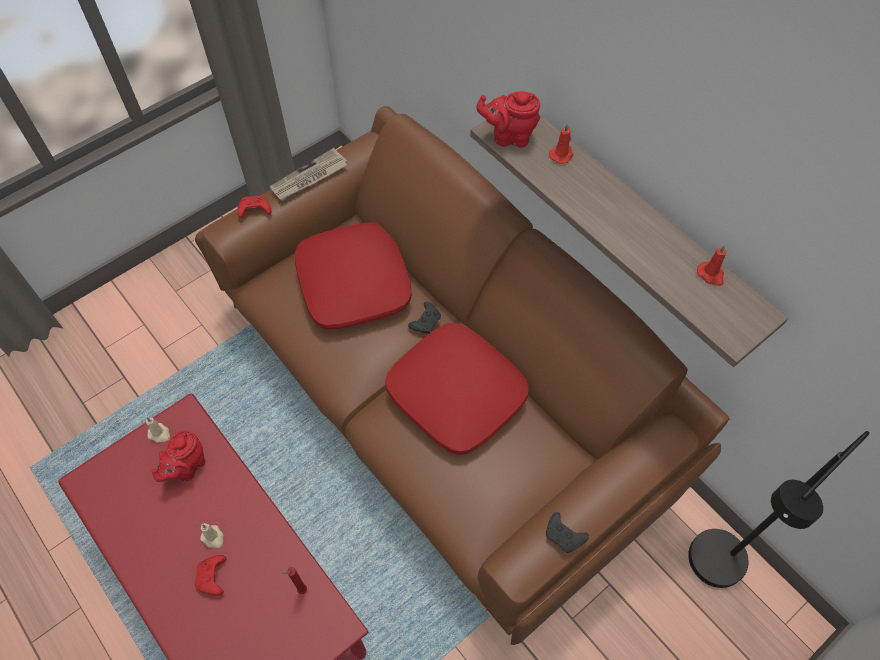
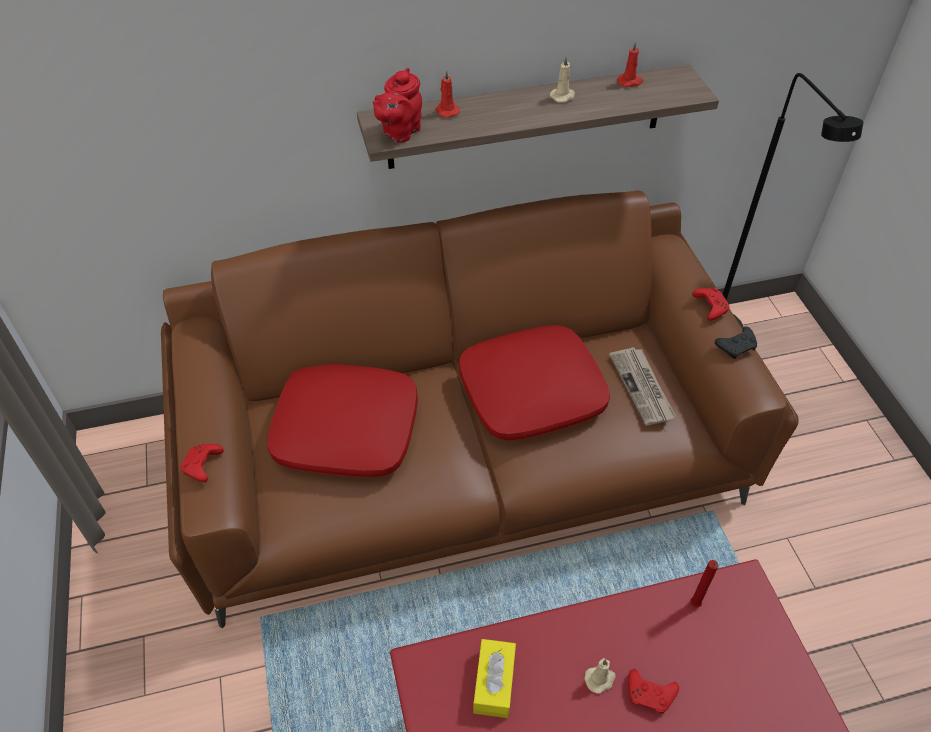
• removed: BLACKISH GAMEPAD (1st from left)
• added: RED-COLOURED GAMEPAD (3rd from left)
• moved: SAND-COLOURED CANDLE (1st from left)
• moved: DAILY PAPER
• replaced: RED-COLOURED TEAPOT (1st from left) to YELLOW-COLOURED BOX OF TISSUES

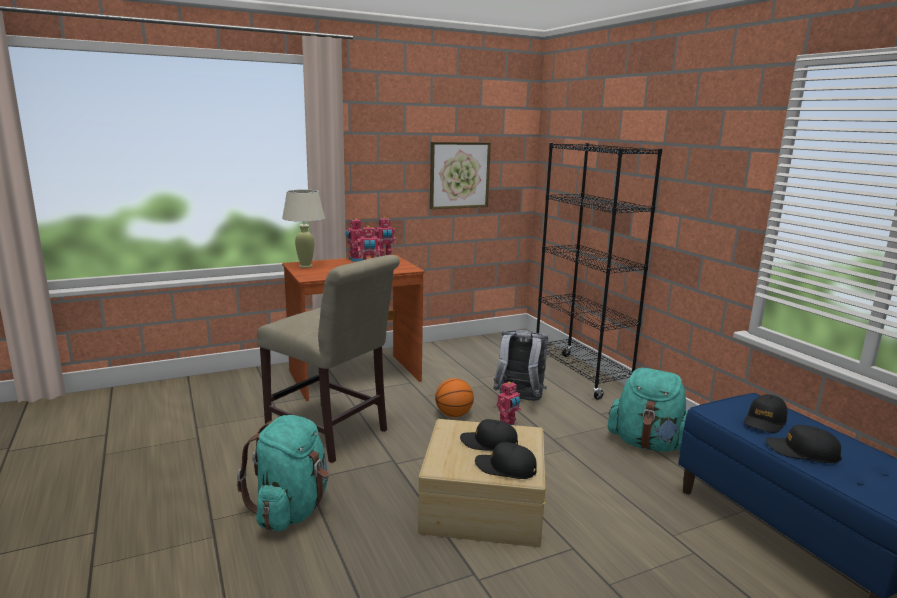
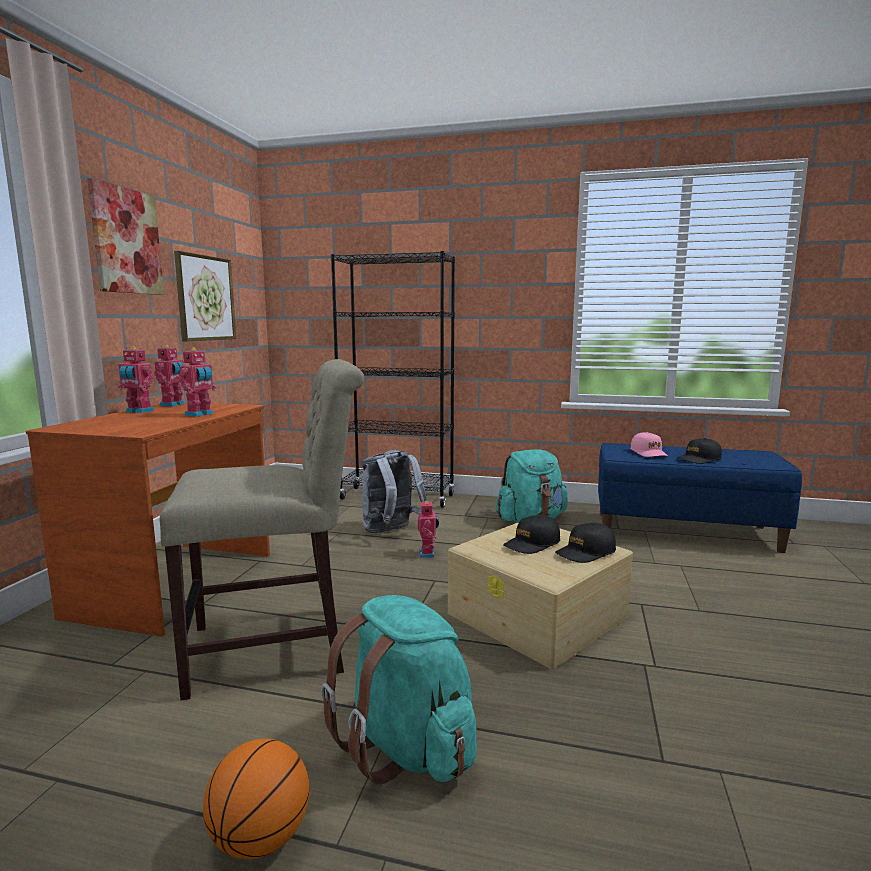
• removed: SAND-COLOURED LAMP FOR A TABLE
• added: WALL PICTURE (1st from left)
• moved: BASKETBALL
• recoloured: BLACKISH BASEBALL CAP (3rd from left) to PINKISH BASEBALL CAP

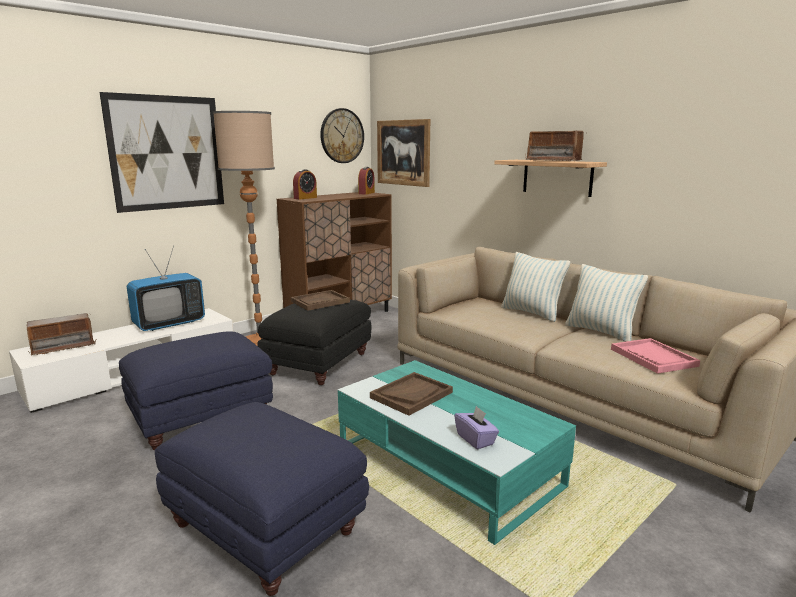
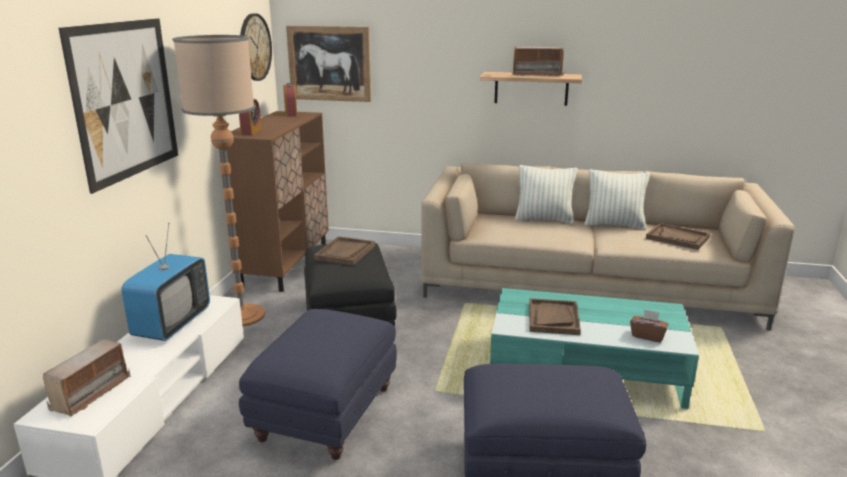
• recoloured: PURPLE-COLOURED BOX OF TISSUES to BROWN-COLOURED BOX OF TISSUES
• recoloured: PINKISH SERVING TRAY to BROWN-COLOURED SERVING TRAY (3rd from left)

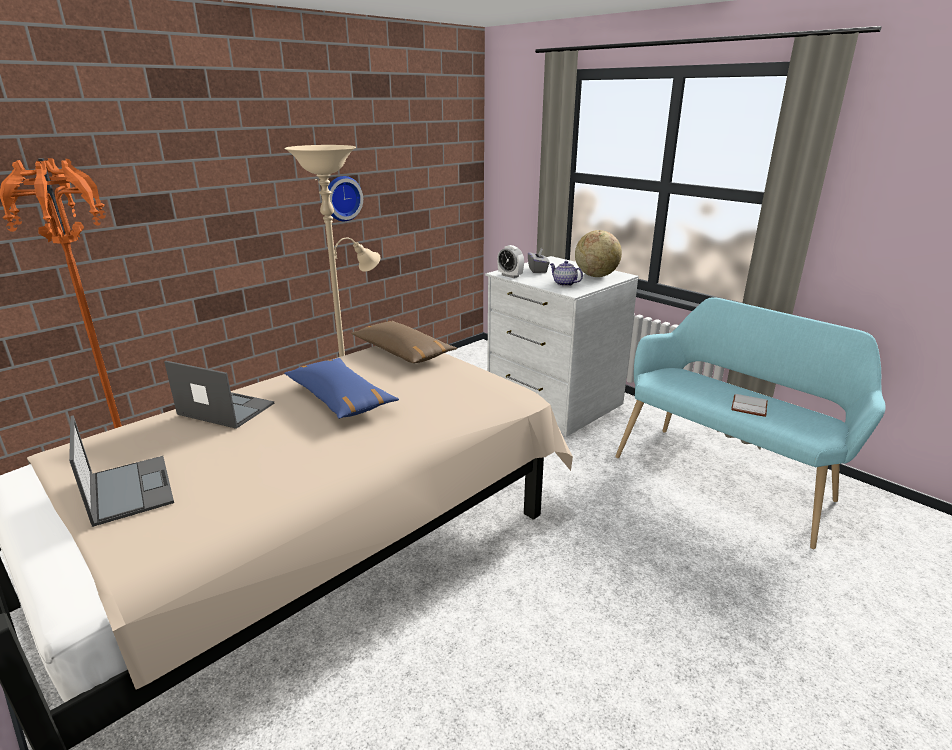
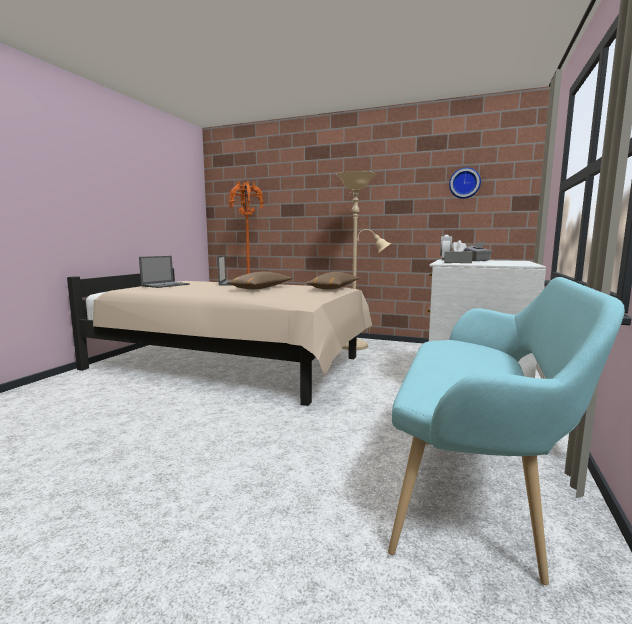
• removed: WORLD GLOBE
• removed: WHITE-COLOURED VOLUME
• moved: CLOCK ON THE WALL
• replaced: TEAPOT to GREY BOX OF TISSUES (1st from left)
• recoloured: BLUISH PILLOW to BROWN-COLOURED PILLOW (1st from left)

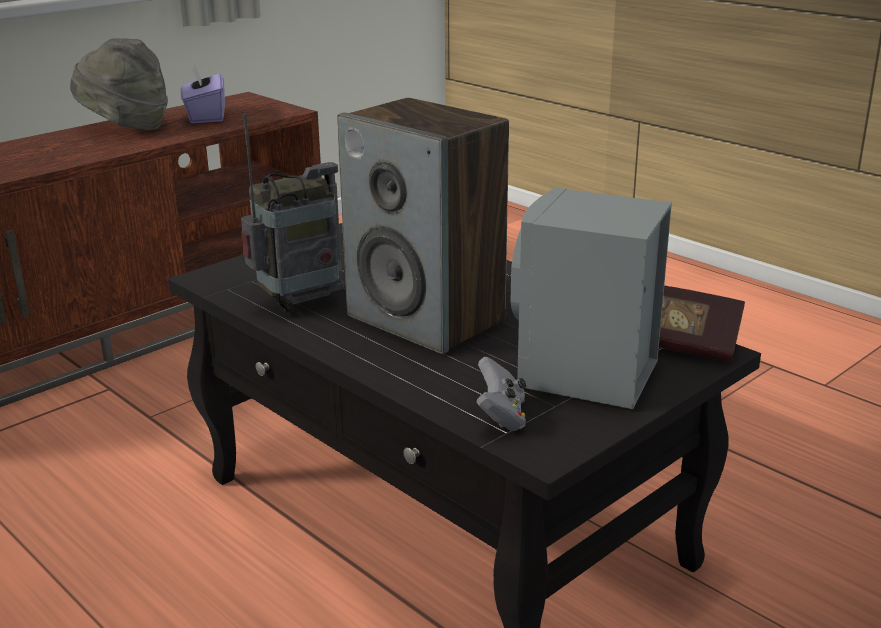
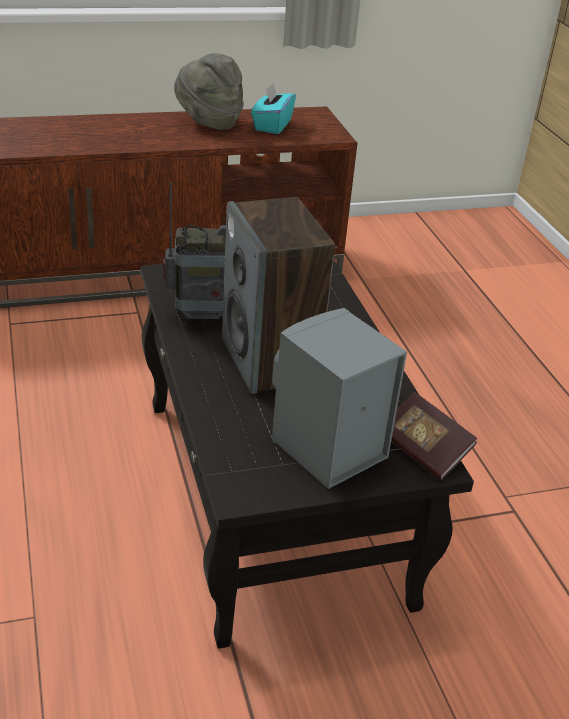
• removed: GREY GAMEPAD
• recoloured: PURPLE-COLOURED BOX OF TISSUES to BLUE-GREEN BOX OF TISSUES

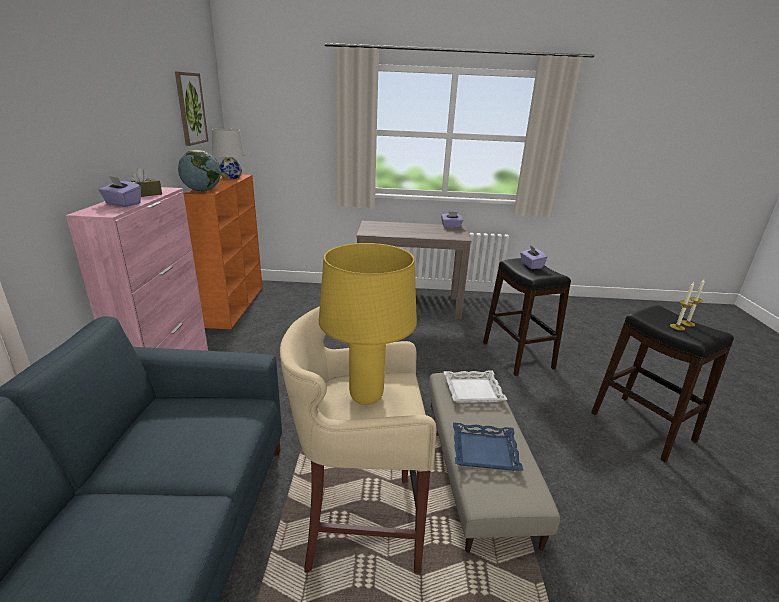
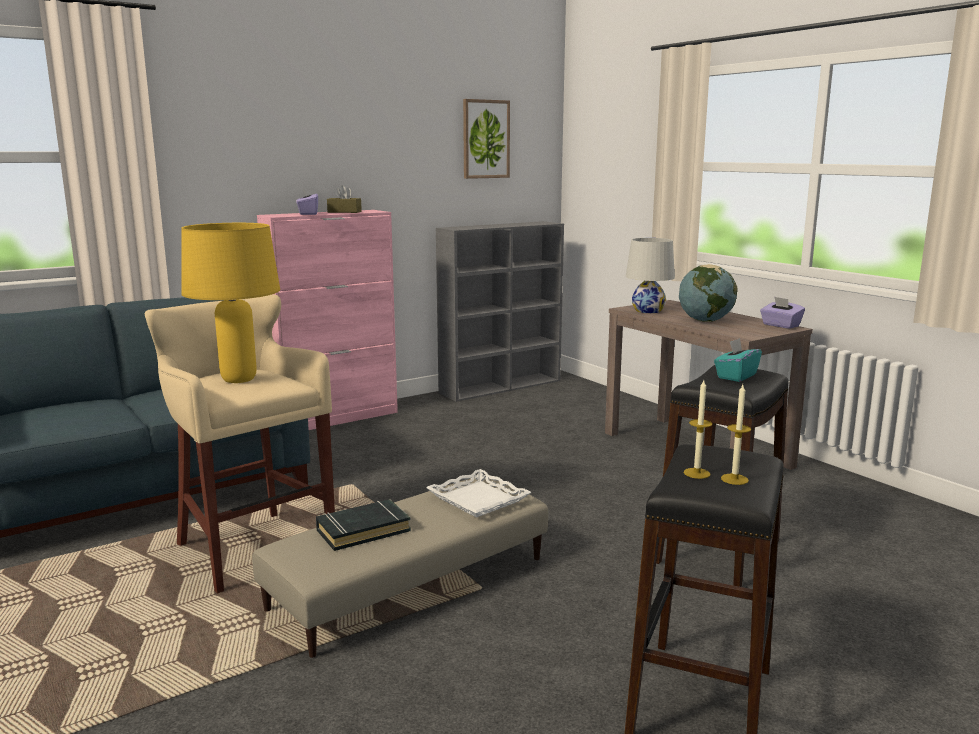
• moved: WORLD GLOBE
• moved: WHITE-COLOURED LAMP FOR A TABLE
• replaced: BLUISH SERVING TRAY to BLACKISH VOLUME
• recoloured: ORANGE SHELVING UNIT to GREY SHELVING UNIT
• recoloured: PURPLE-COLOURED BOX OF TISSUES (3rd from left) to BLUE-GREEN BOX OF TISSUES

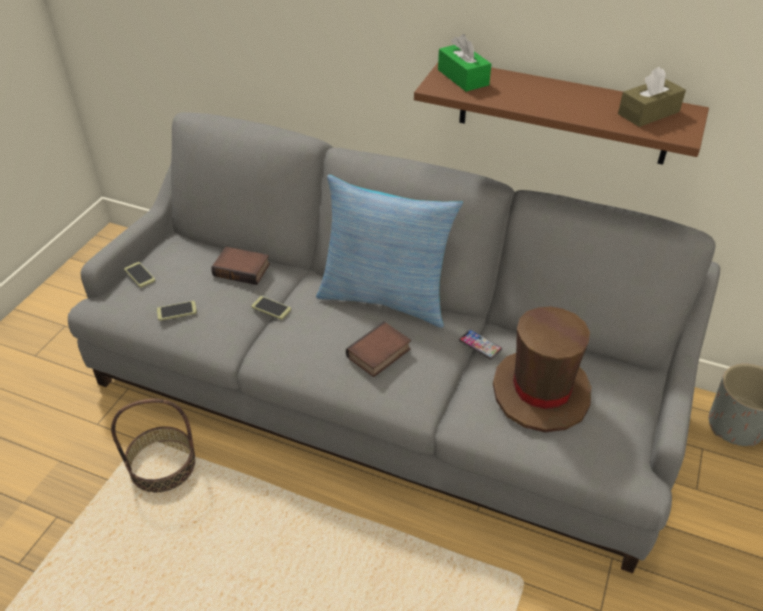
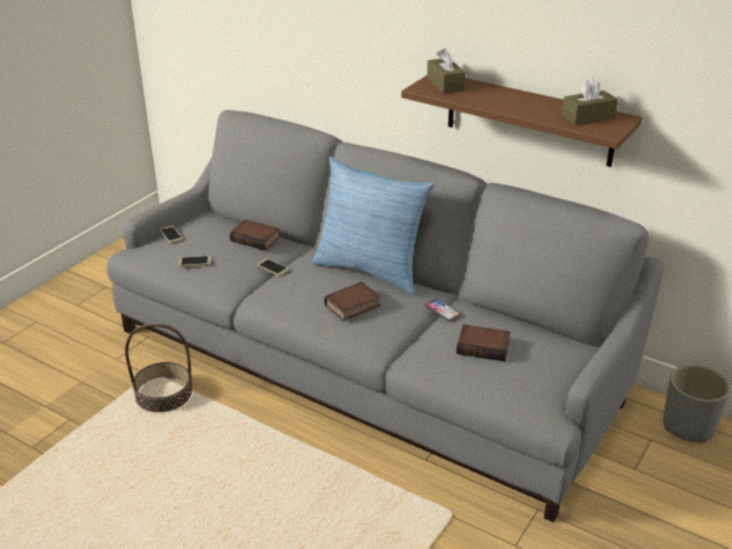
• replaced: BROWN-COLOURED HAT to VOLUME (3rd from left)
• recoloured: GREEN-COLOURED BOX OF TISSUES to BROWN-COLOURED BOX OF TISSUES (1st from left)

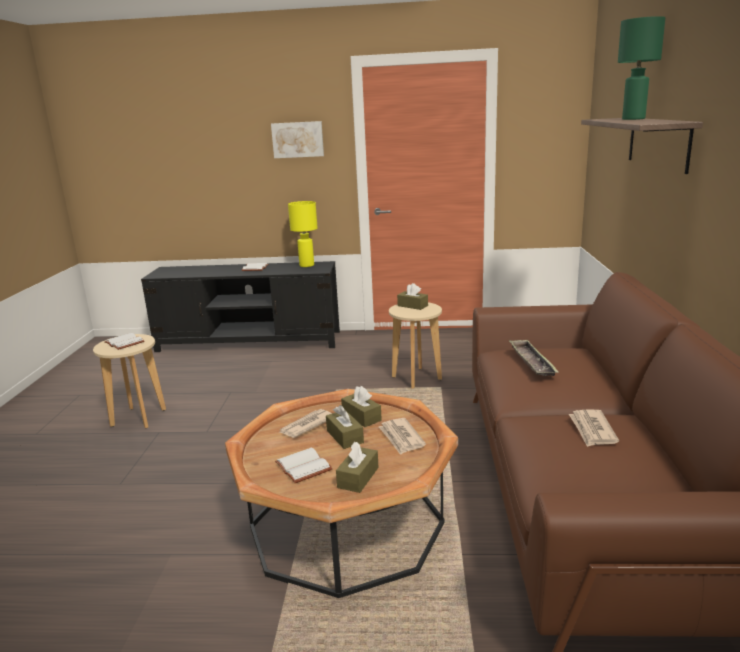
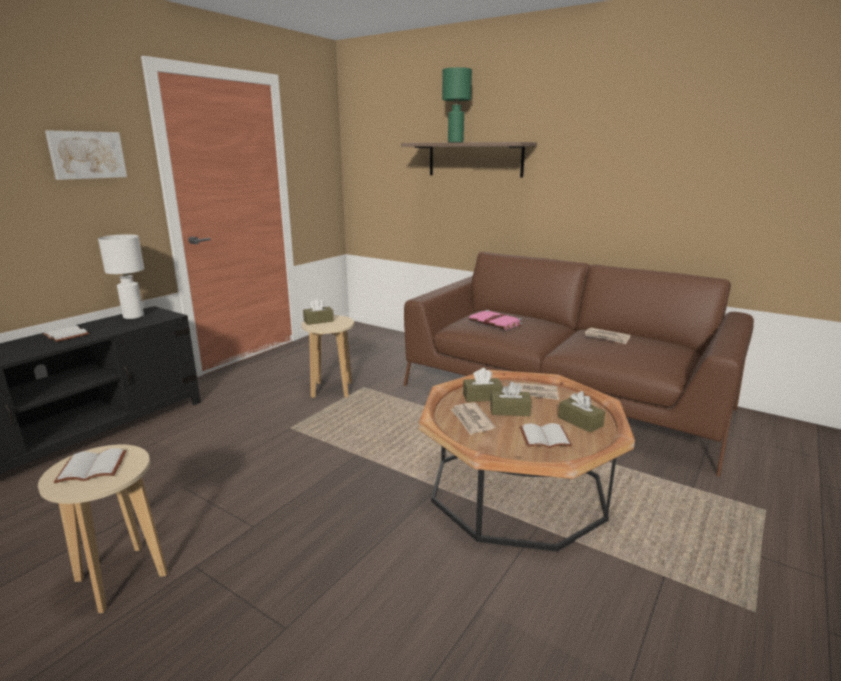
• replaced: SERVING TRAY to PINKISH VOLUME
• recoloured: YELLOW-COLOURED LAMP FOR A TABLE to WHITE-COLOURED LAMP FOR A TABLE

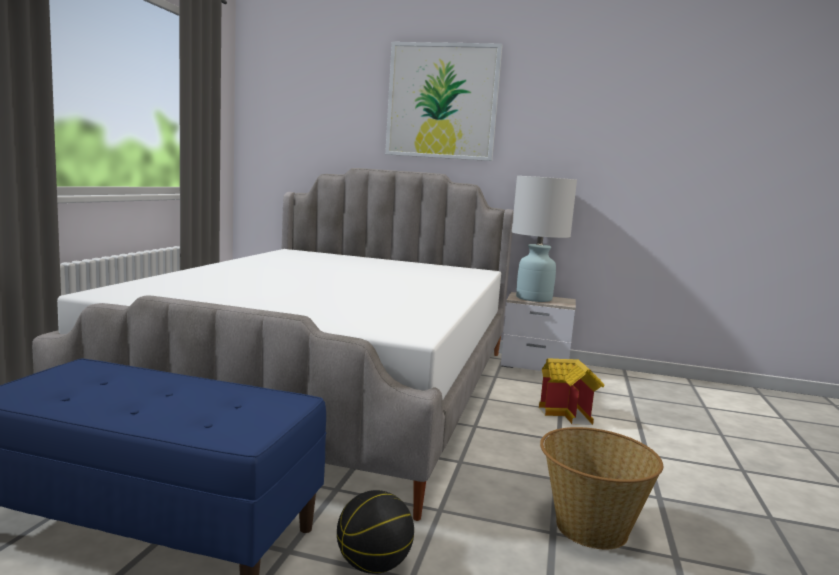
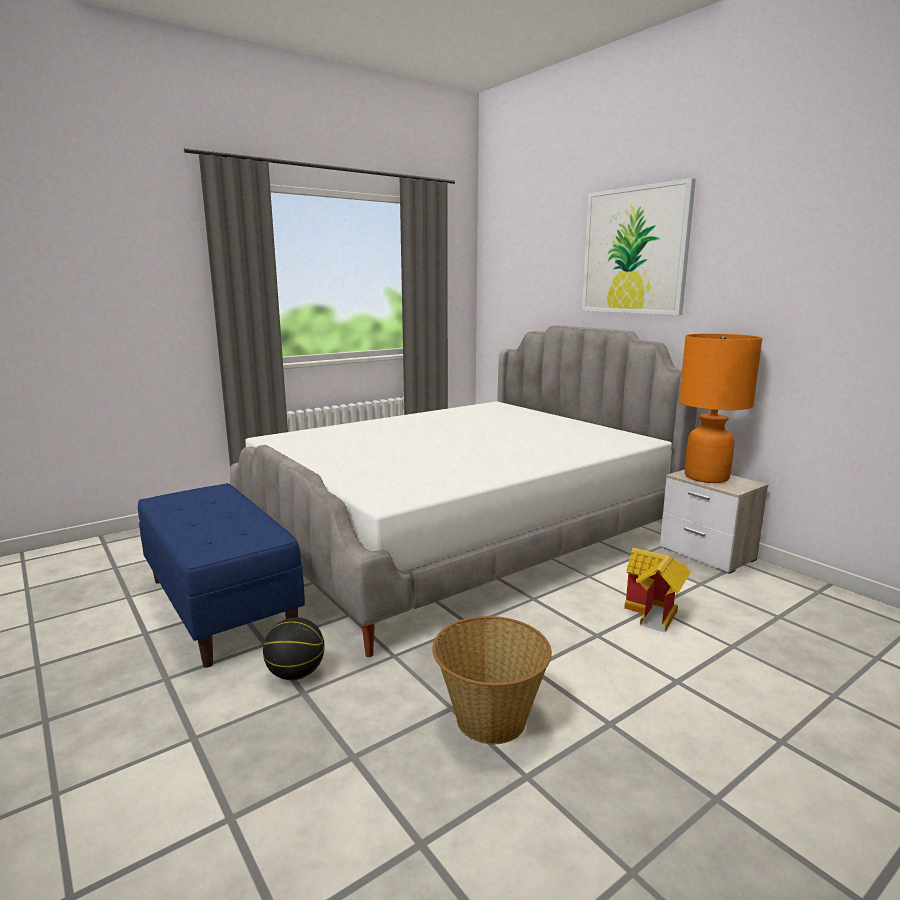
• recoloured: WHITE-COLOURED LAMP FOR A TABLE to ORANGE LAMP FOR A TABLE

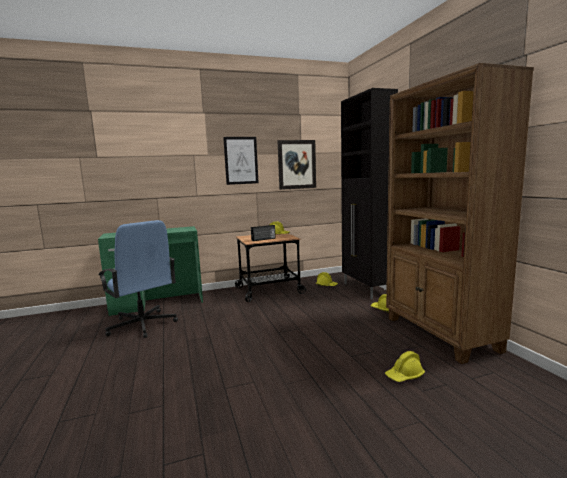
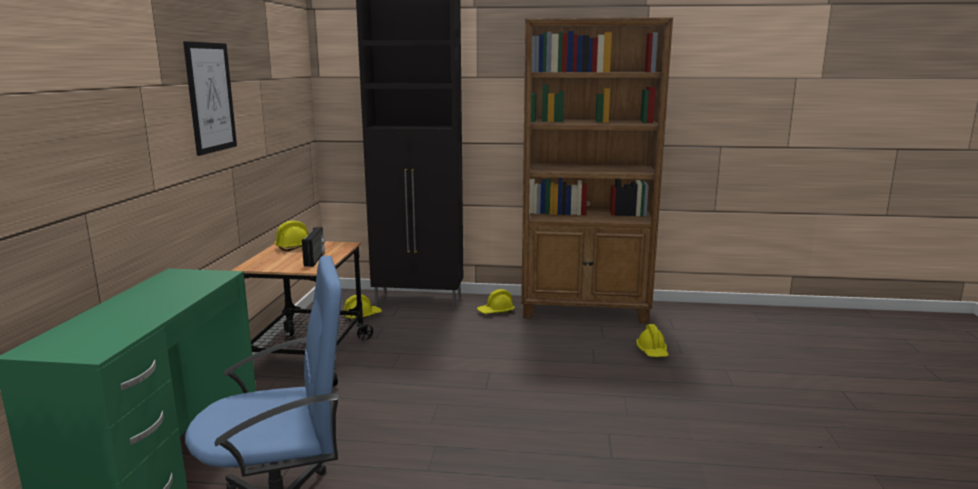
• removed: WALL PICTURE (2nd from left)

